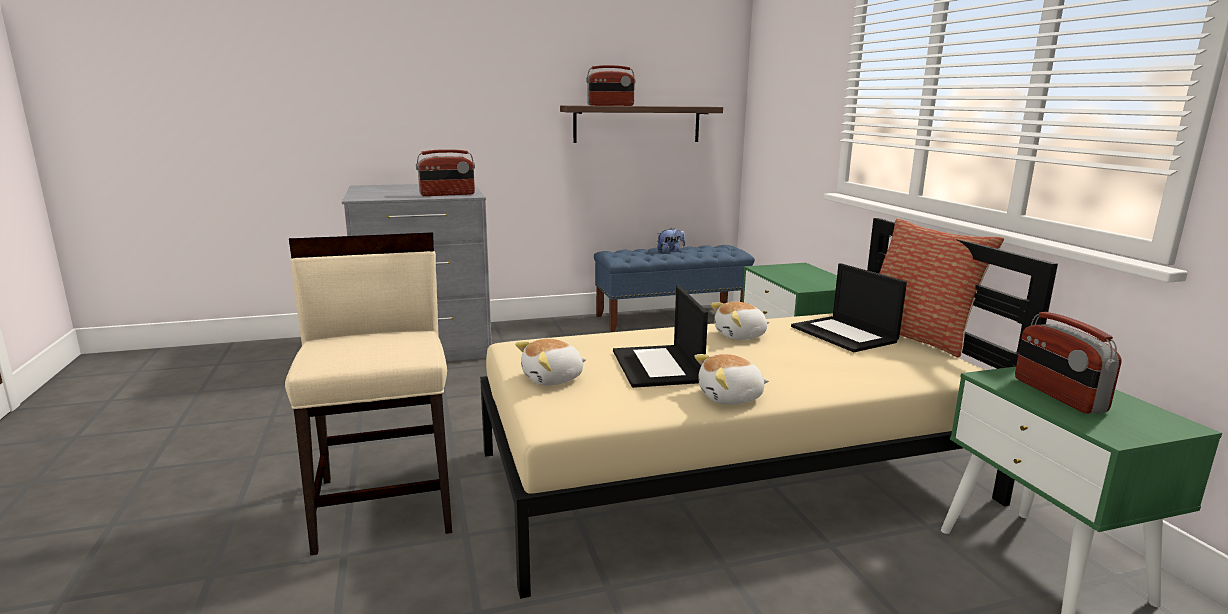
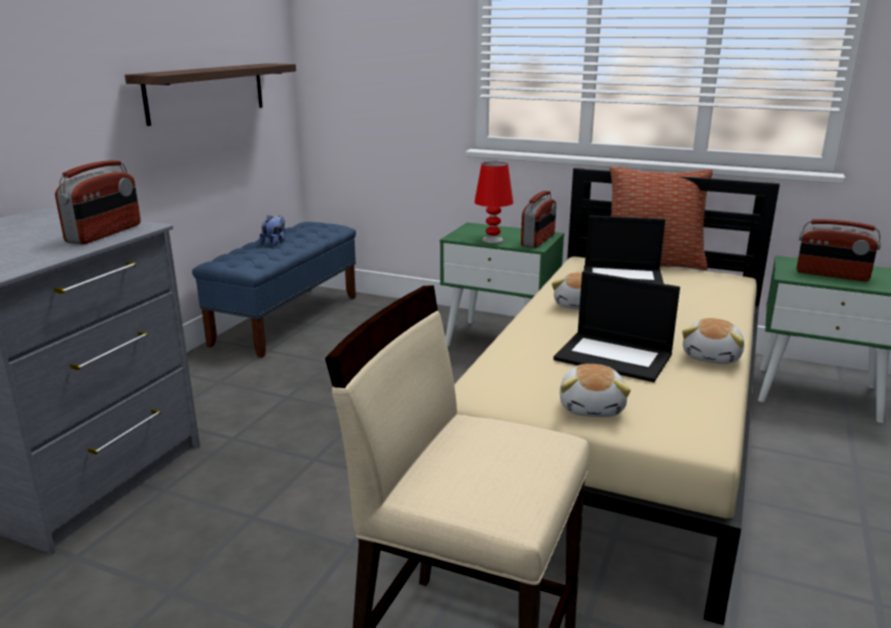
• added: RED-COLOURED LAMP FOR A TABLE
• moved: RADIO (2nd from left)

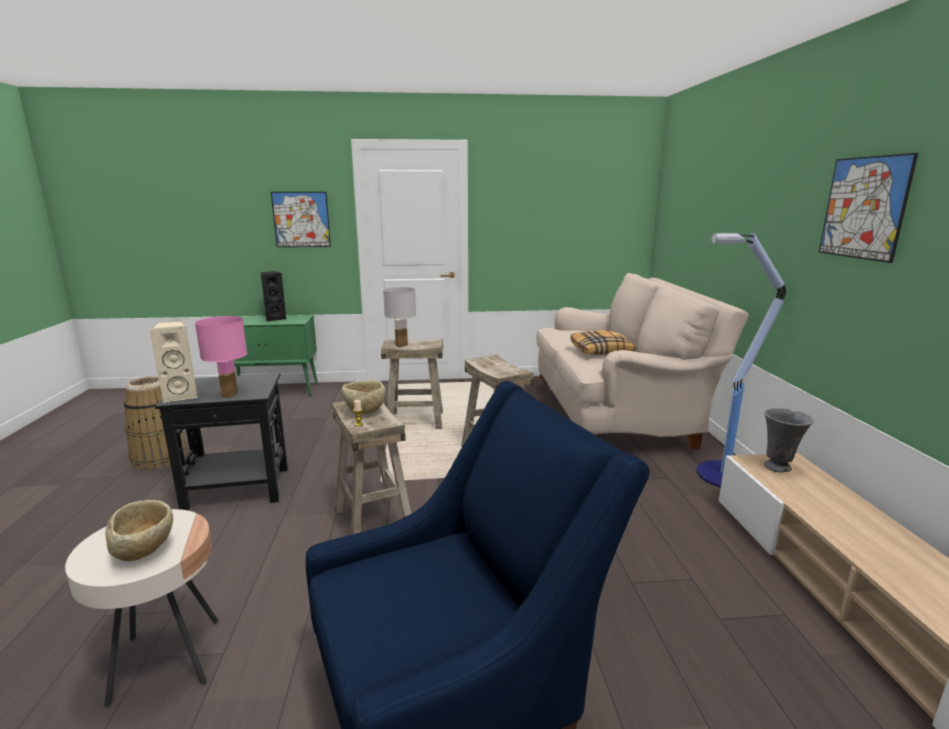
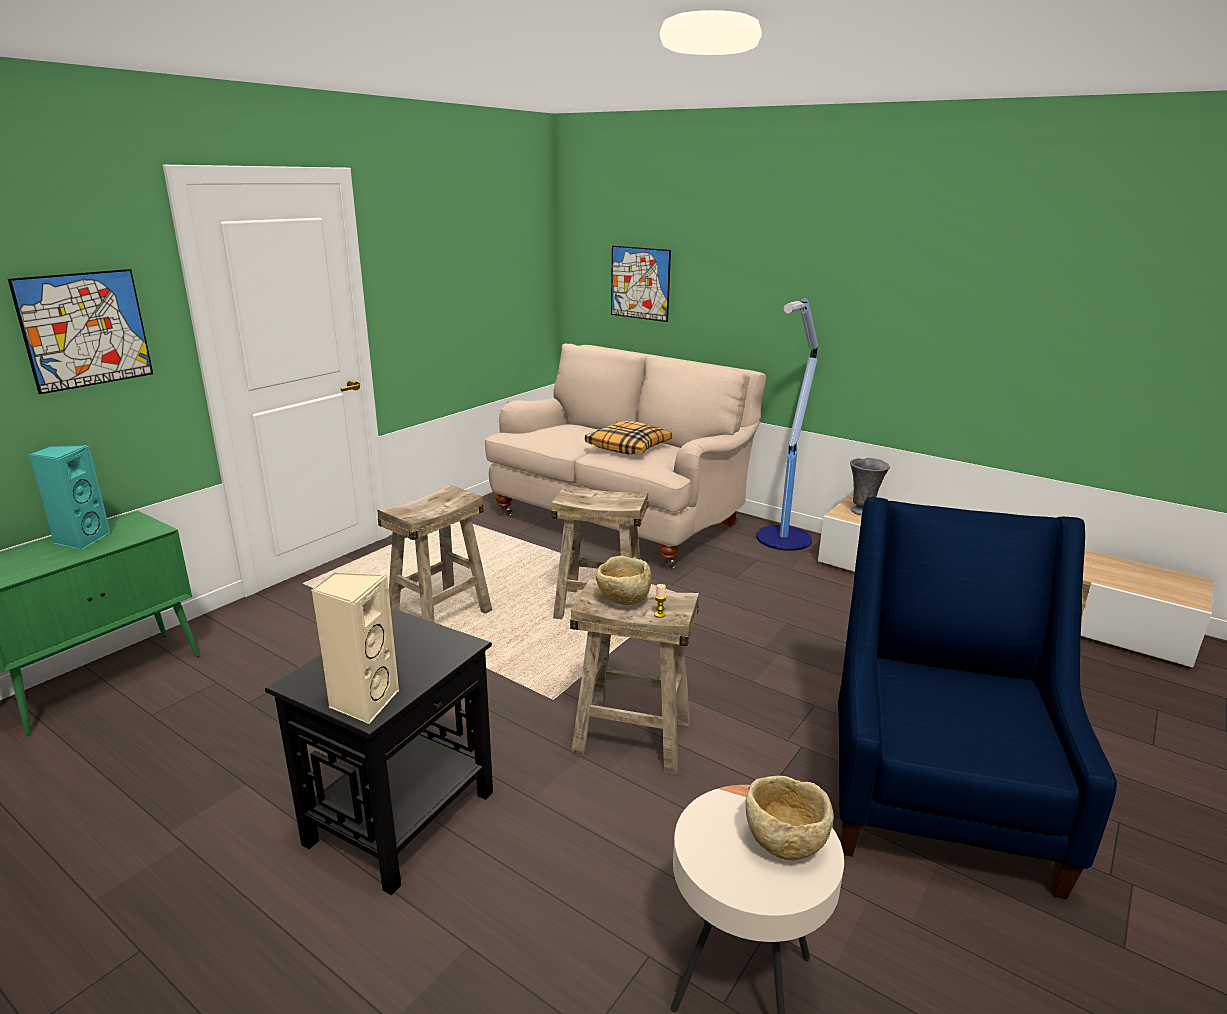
• removed: HOUSEHOLD BASKET
• removed: PINKISH LAMP FOR A TABLE
• removed: WHITE-COLOURED LAMP FOR A TABLE
• moved: WALL PICTURE (2nd from left)
• recoloured: BLACKISH SPEAKER to BLUE-GREEN SPEAKER

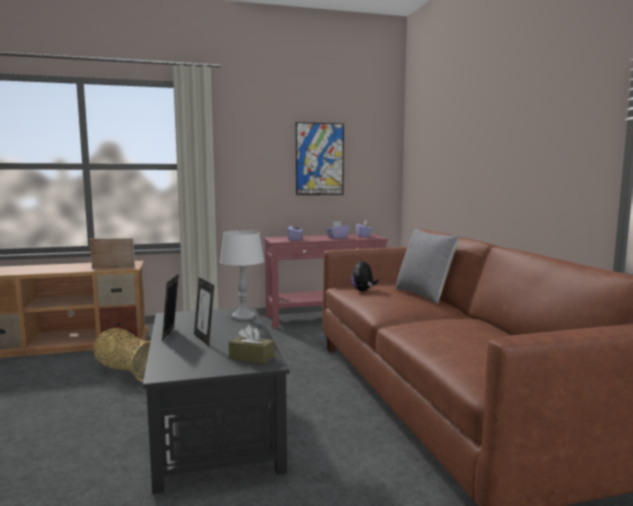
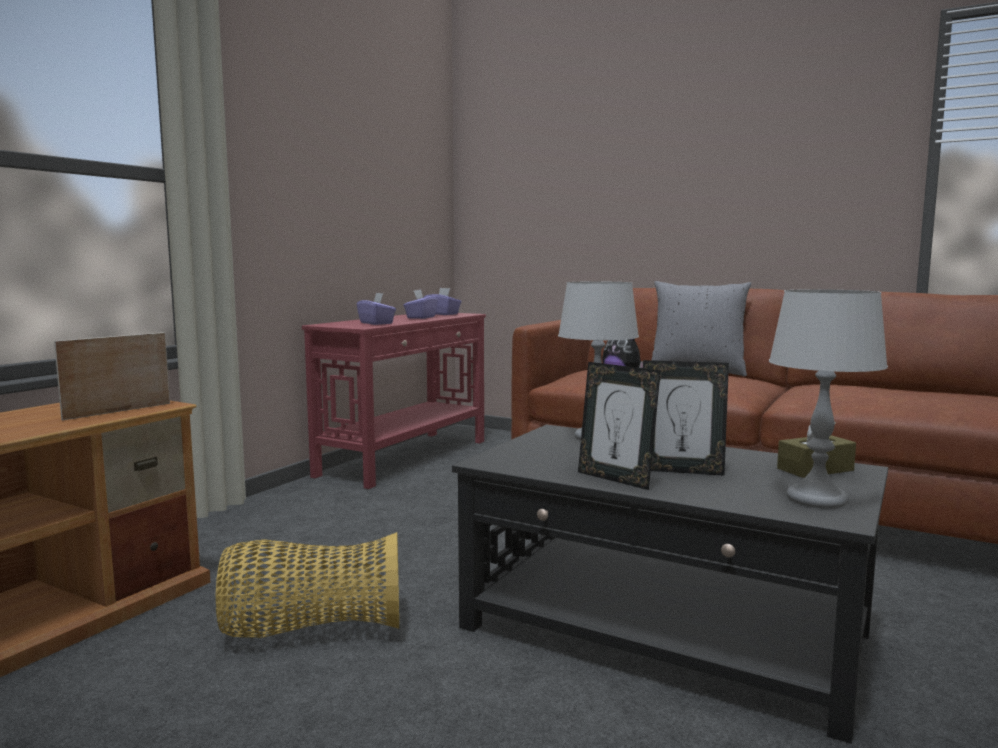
• removed: WALL PICTURE
• added: GREY LAMP FOR A TABLE (2nd from left)

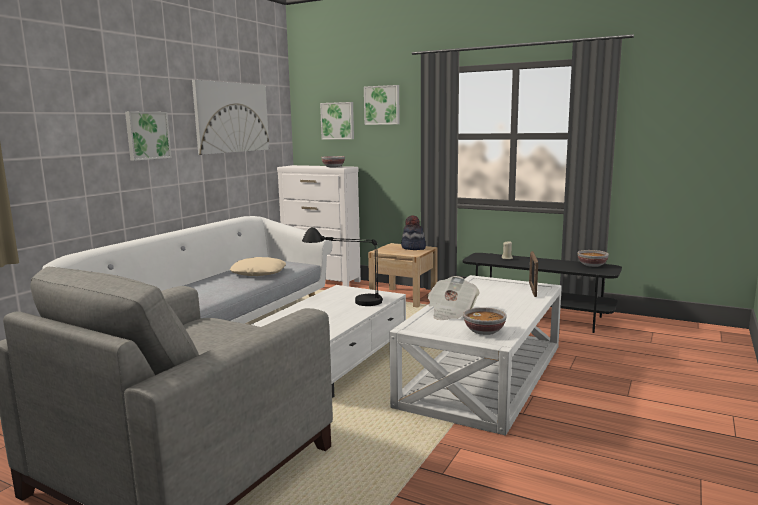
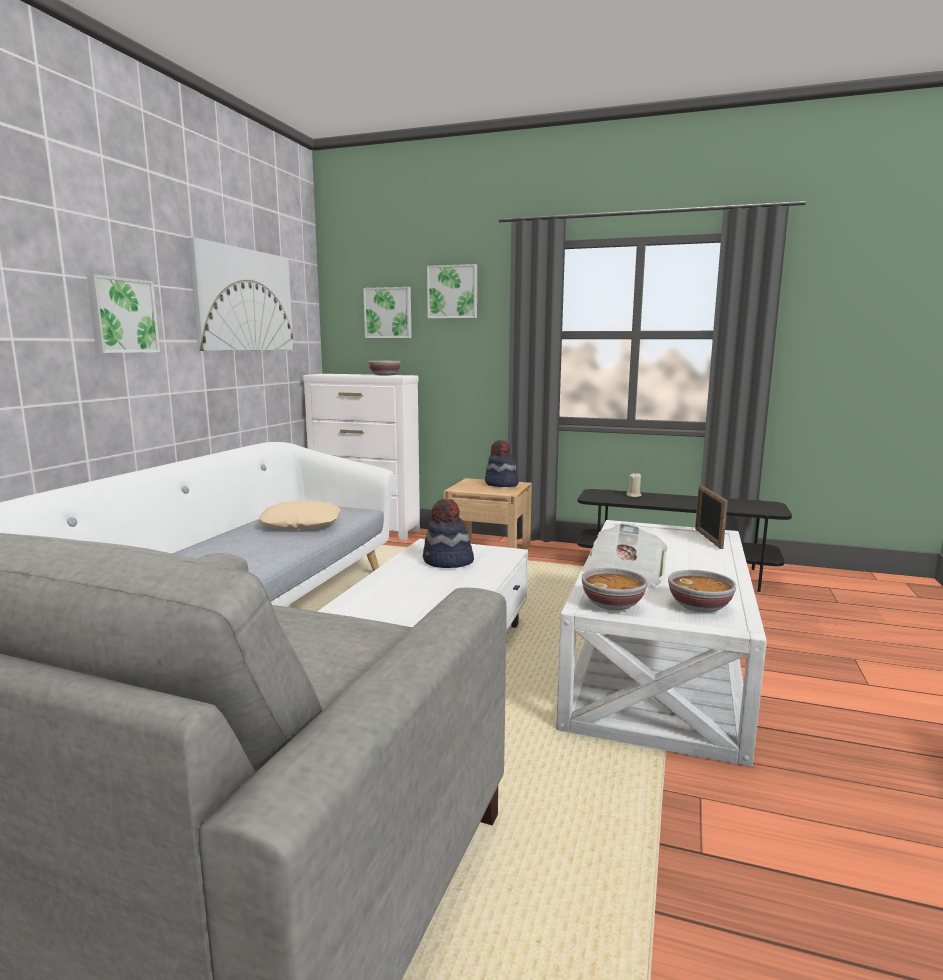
• moved: DEEP DISH (3rd from left in the first image) to DEEP DISH (2nd from left)
• replaced: BLACKISH LAMP FOR A TABLE to HAT (1st from left)

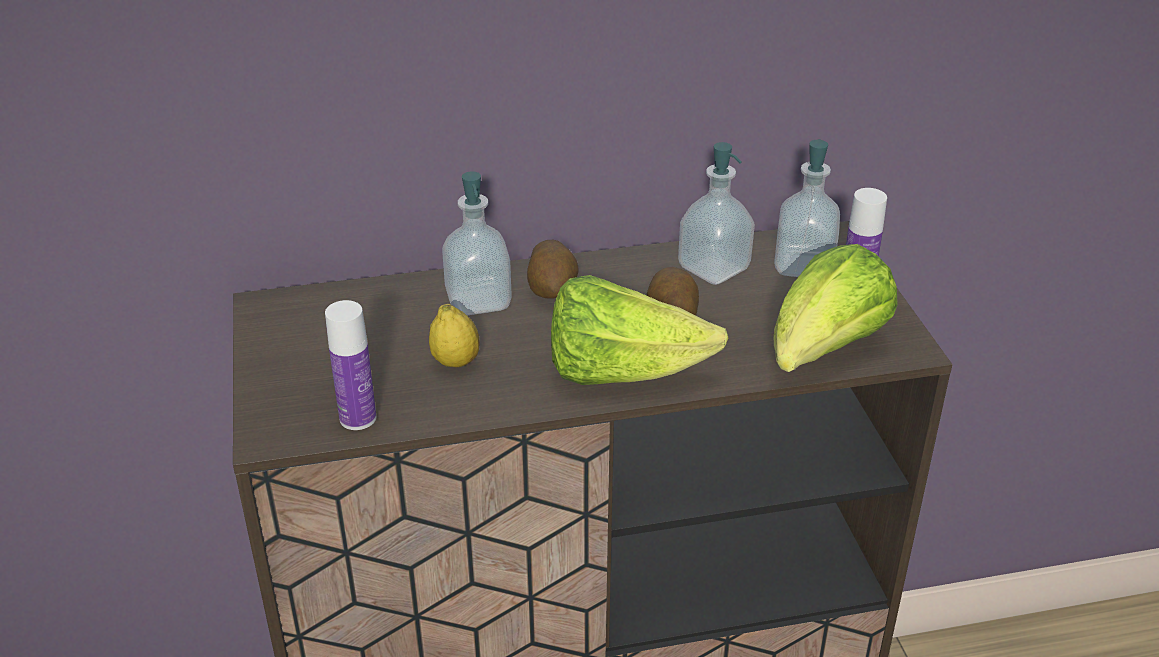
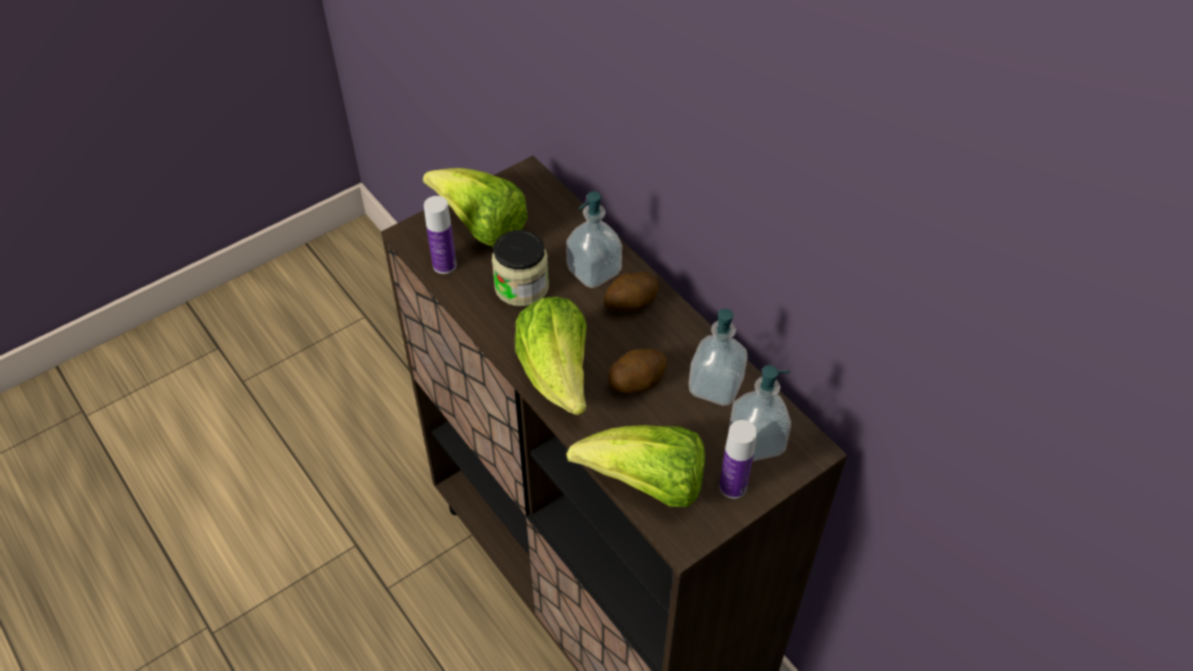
• added: HEAD OF LETTUCE (1st from left)
• replaced: WHOLE LEMON to STORAGE JAR

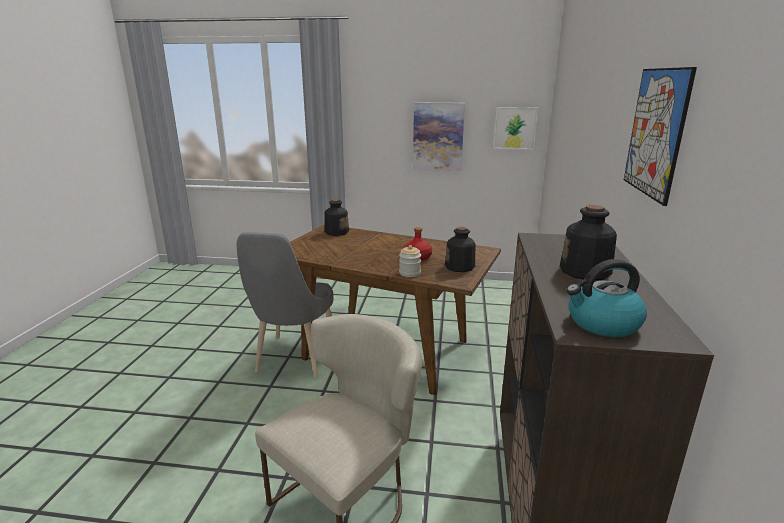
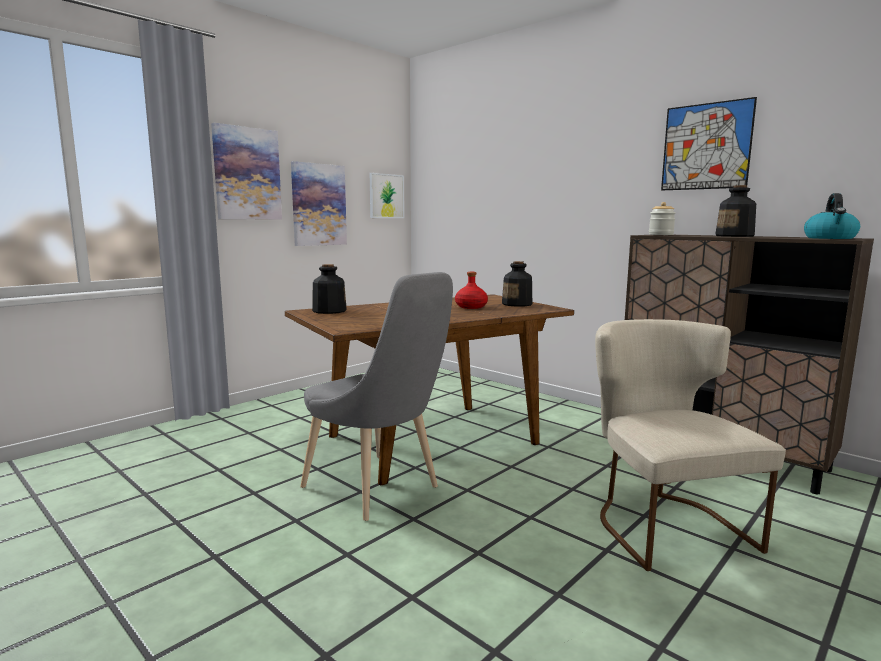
• added: WALL PICTURE (1st from left)
• moved: STORAGE JAR

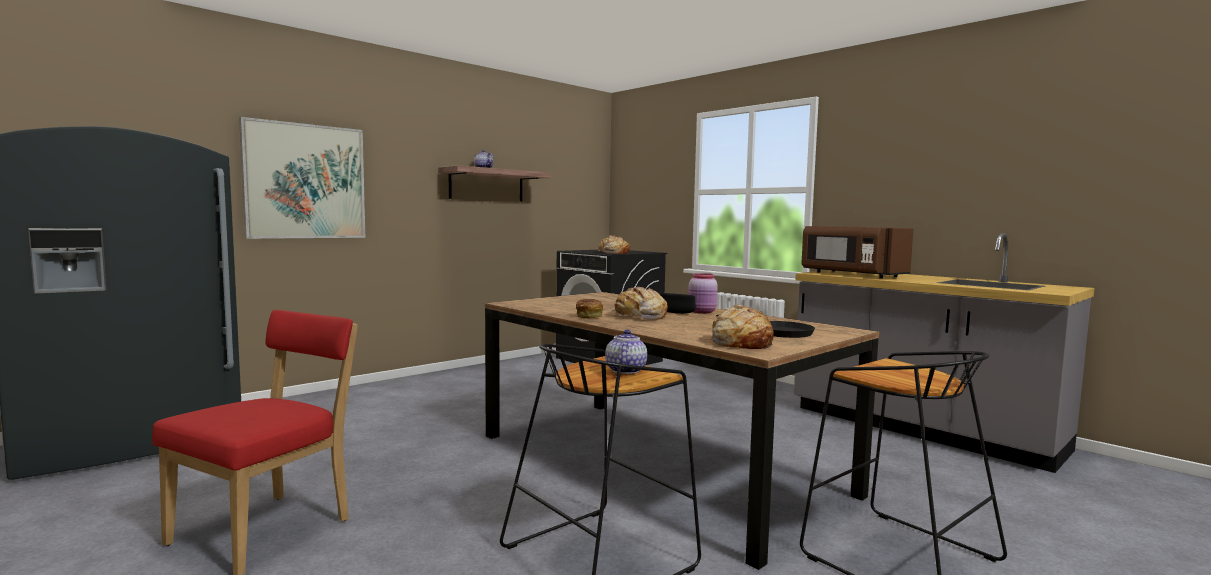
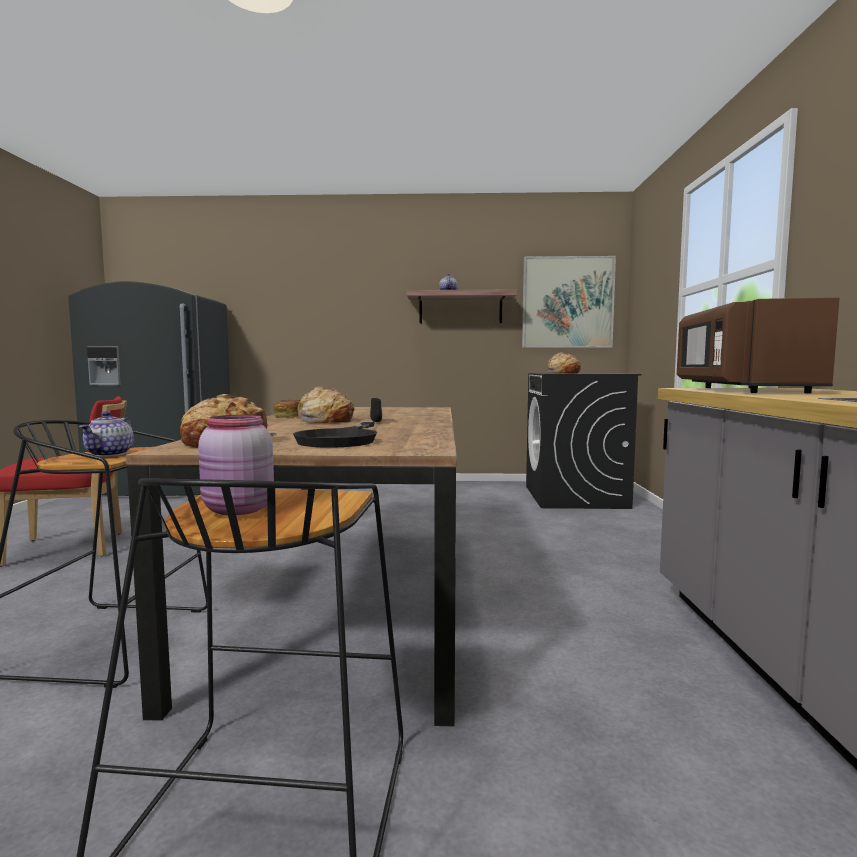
• moved: WALL PICTURE
• moved: PINKISH STORAGE JAR
• turned: TEAPOT (2nd from left in the first image) 135 degrees clockwise

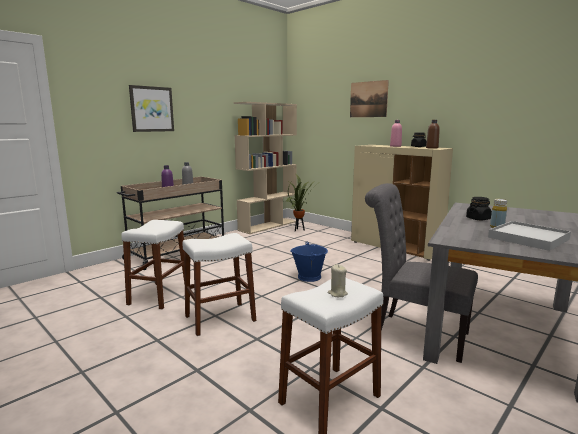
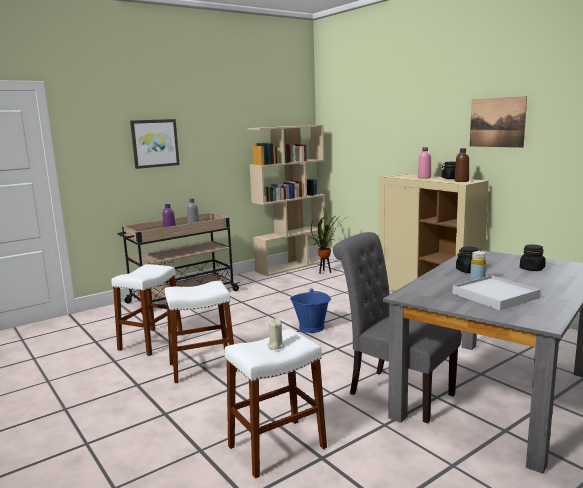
• added: BLACKISH STORAGE JAR (3rd from left)
• moved: WALL PICTURE (2nd from left)

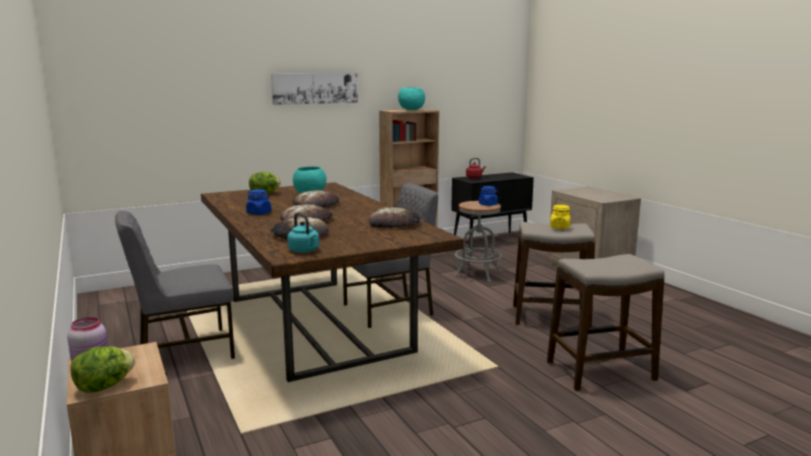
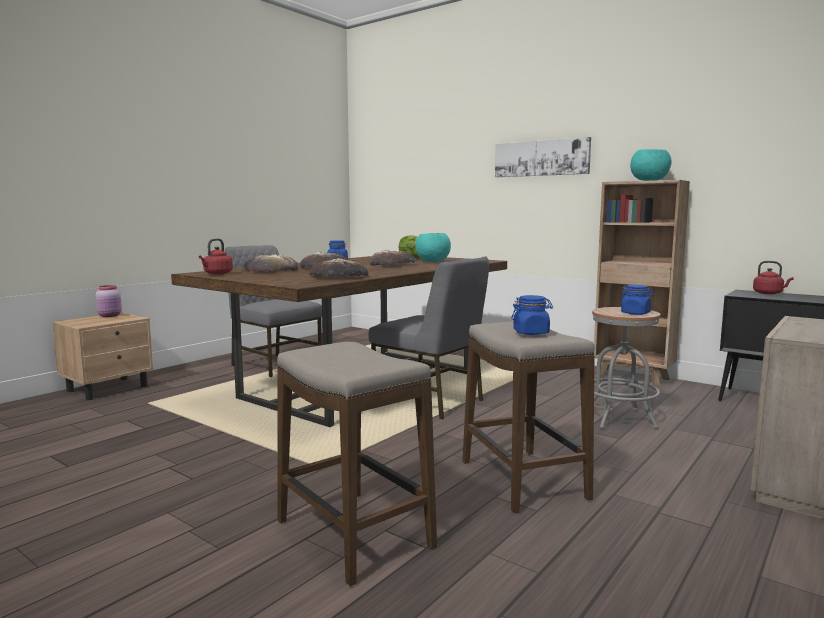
• removed: HEAD OF LETTUCE (1st from left)
• recoloured: BLUE-GREEN WATER KETTLE to RED-COLOURED WATER KETTLE (1st from left)
• recoloured: YELLOW-COLOURED STORAGE JAR to BLUISH STORAGE JAR (2nd from left)

